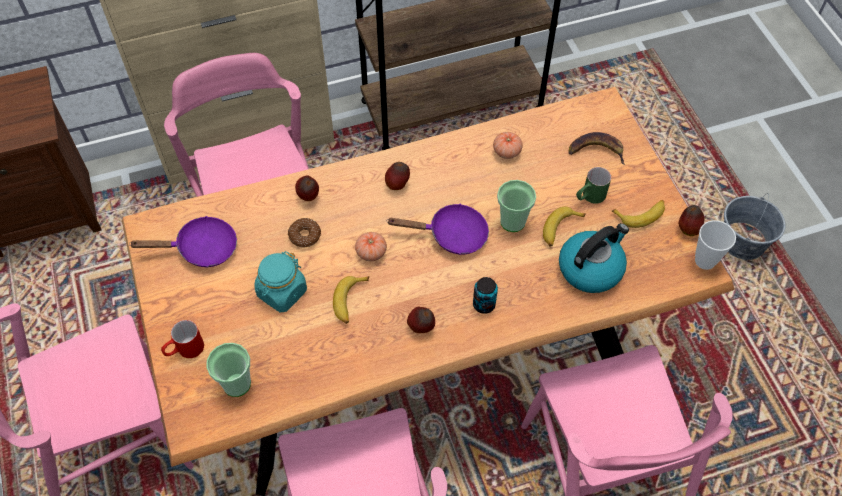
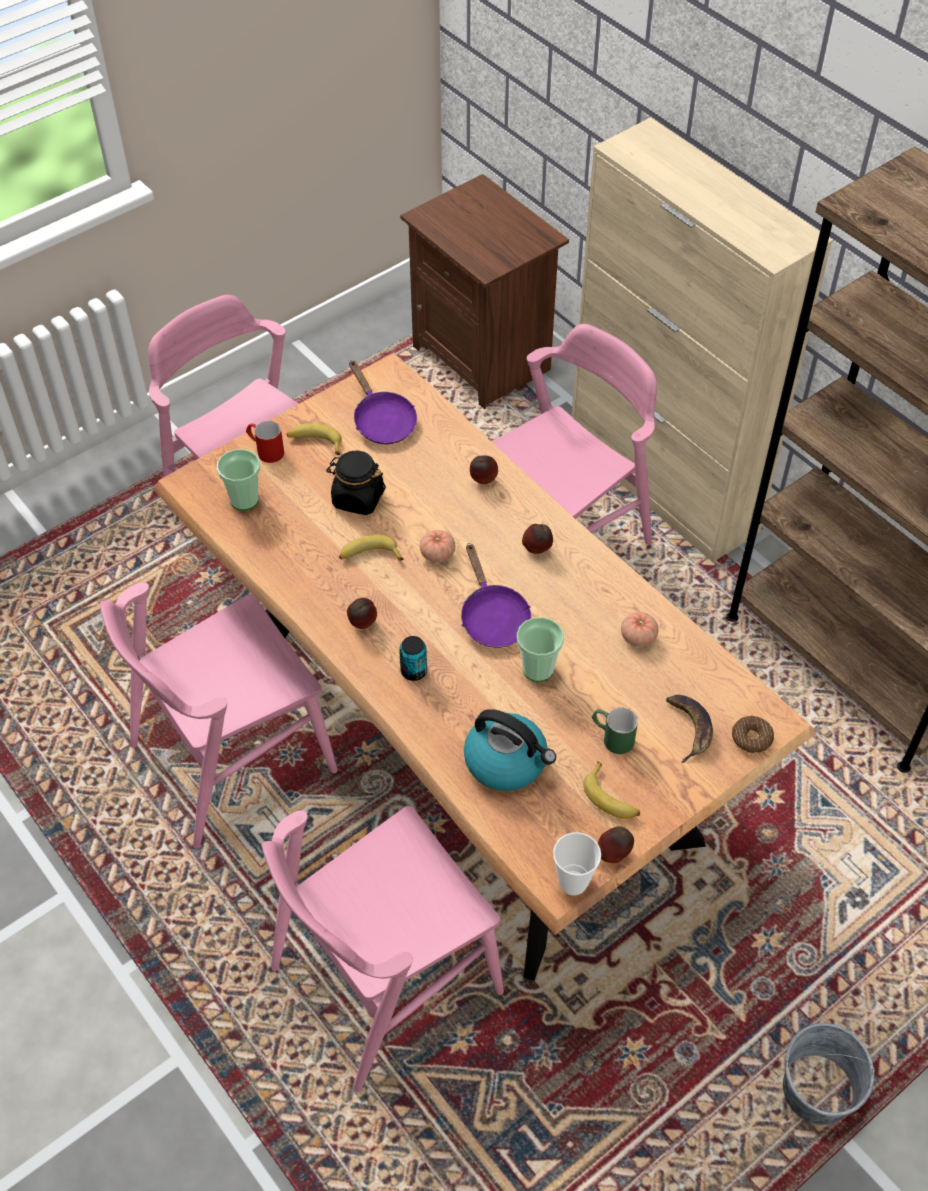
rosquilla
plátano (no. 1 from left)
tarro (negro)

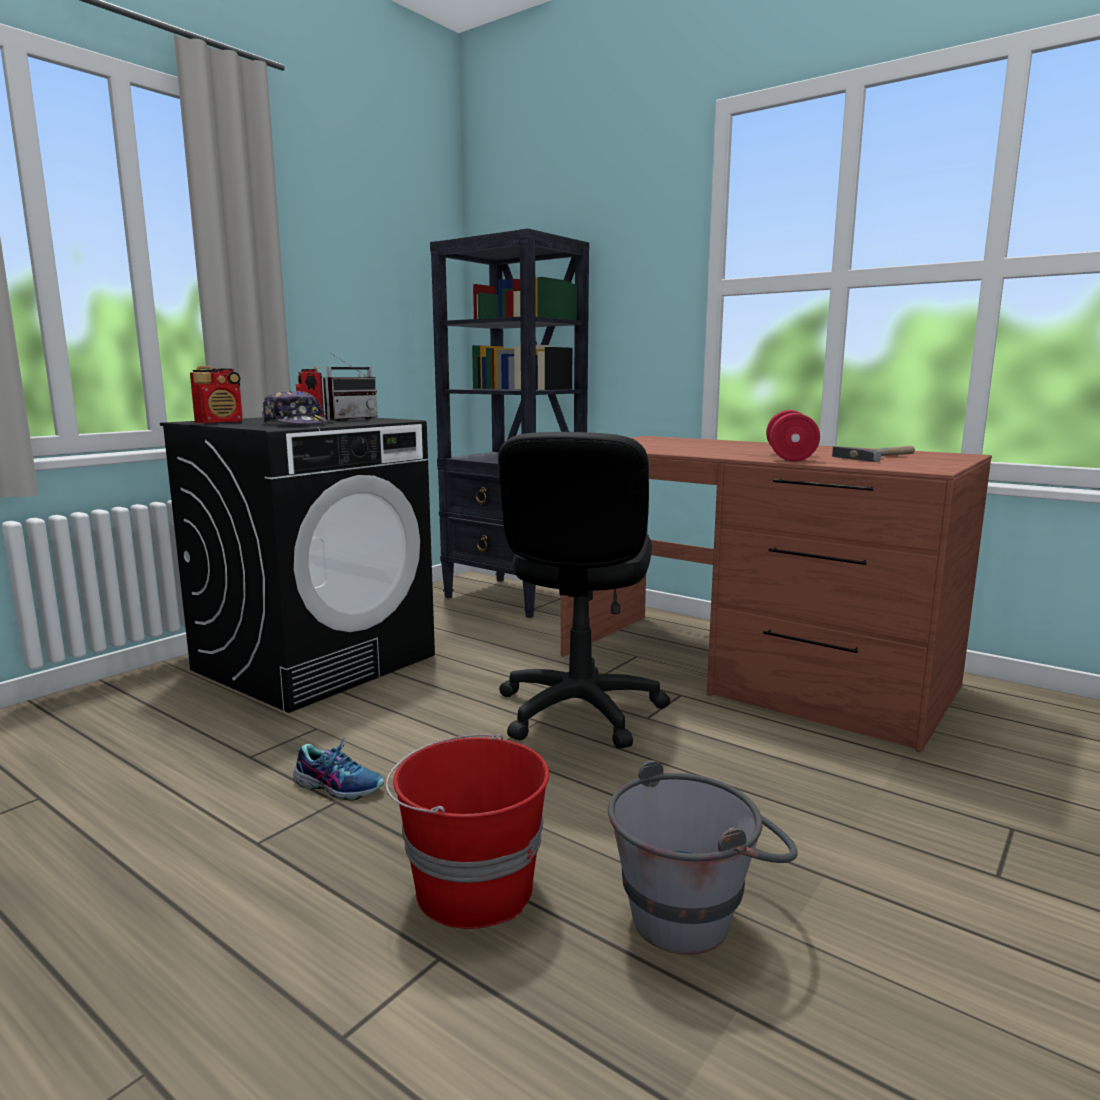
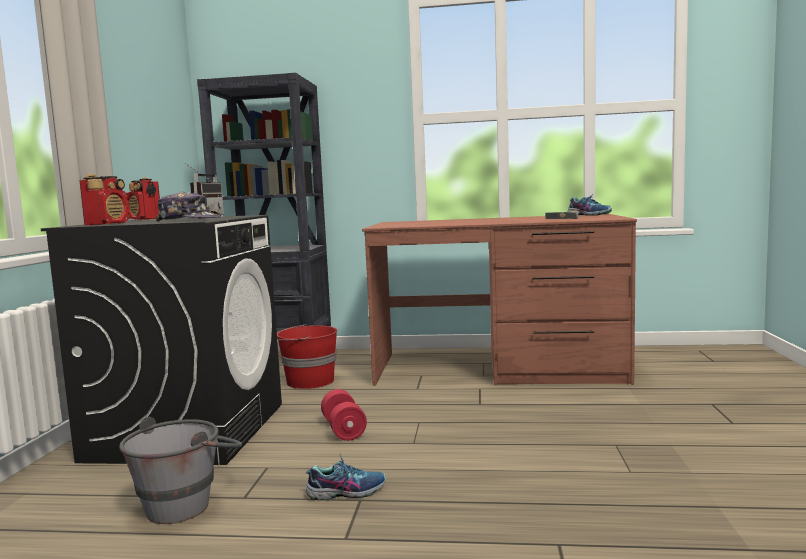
silla de oficina (negro)
zapato (no. 2 from left)
cubo (rojo)
cubo (gris)
mancuerna (rojo)

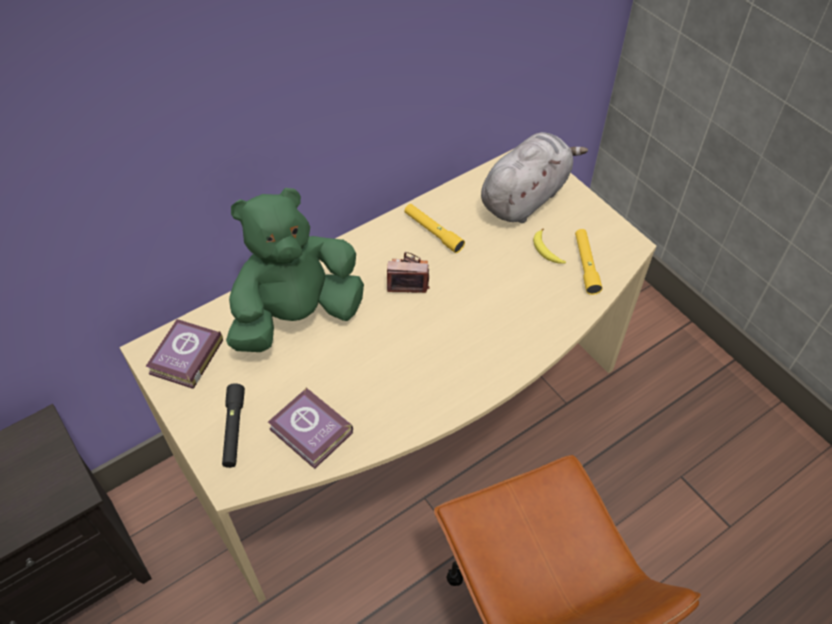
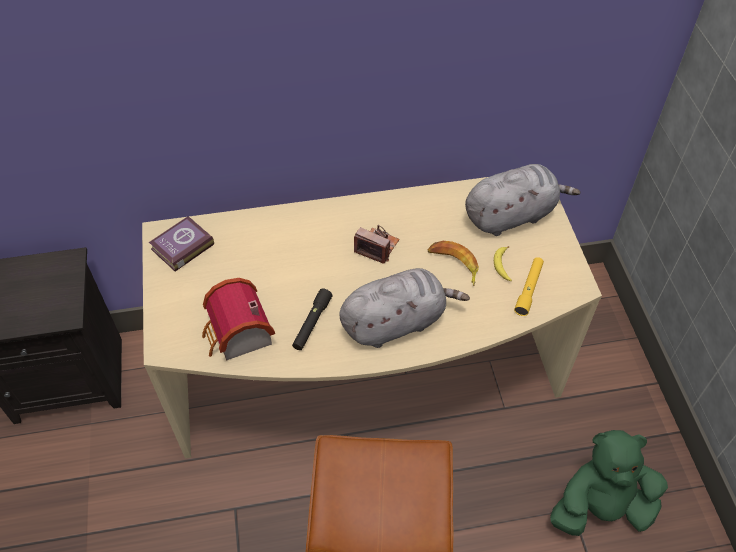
linterna (amarillo) (no. 1 from left in the first image)
peluche (gris) (no. 1 from left)
plátano (no. 1 from left)
linterna (negro)
peluche (verde)
casita

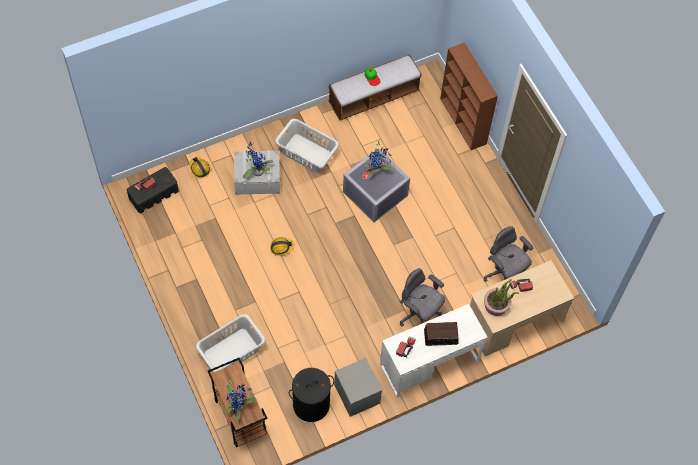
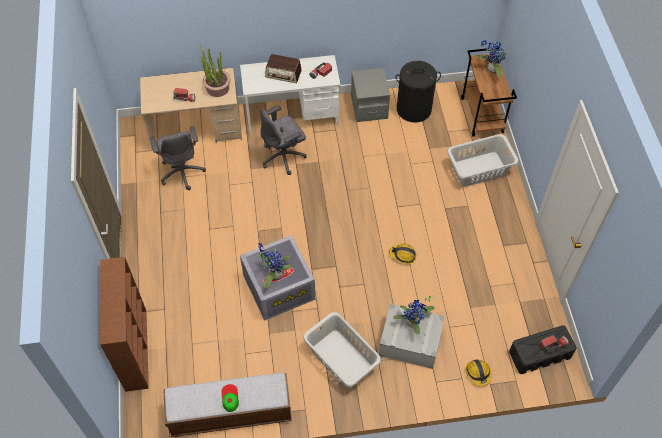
silla de oficina (gris) (no. 2 from left)

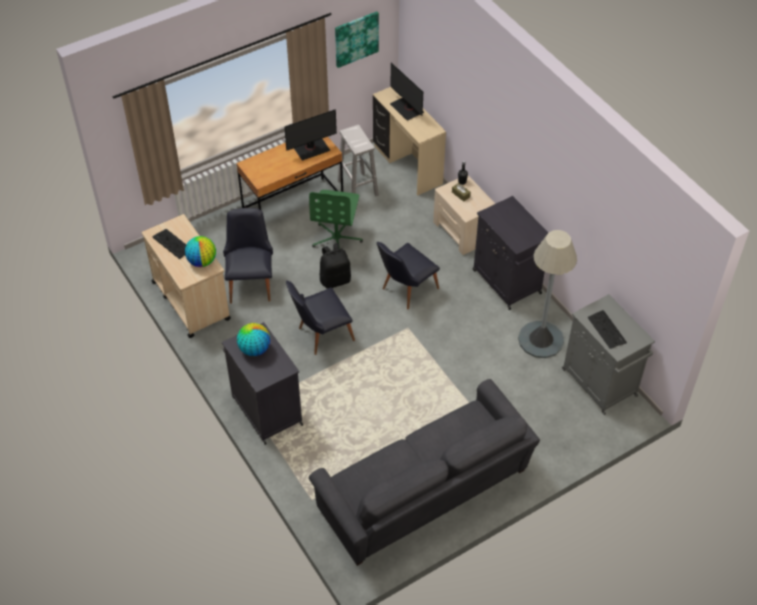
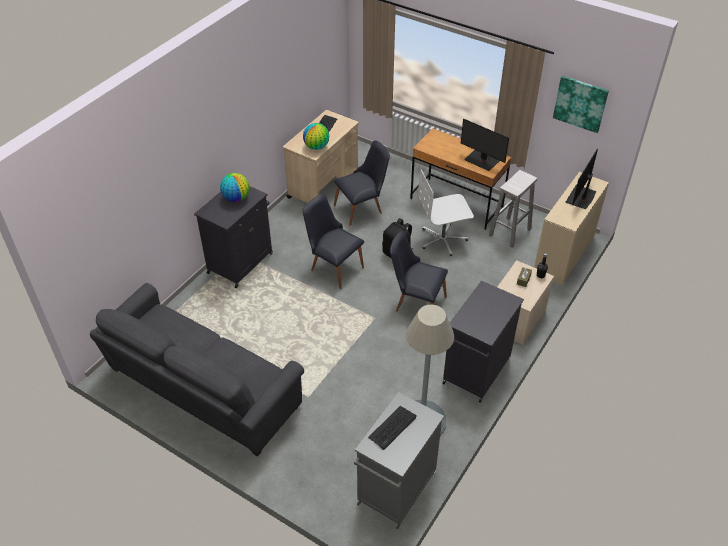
silla de oficina (blanco)

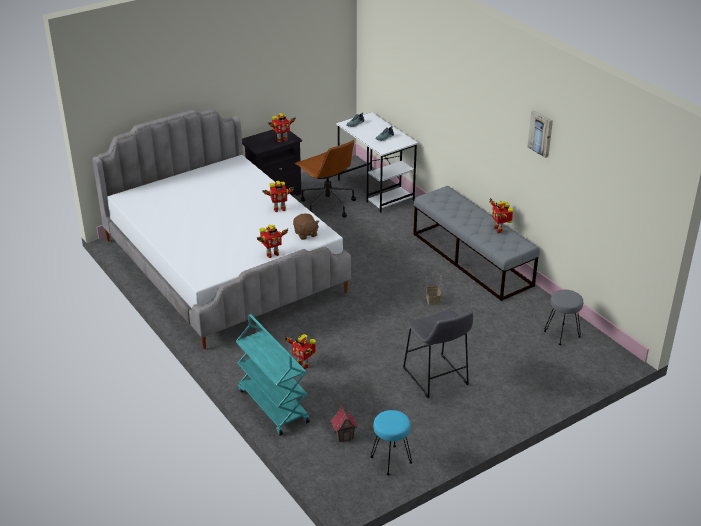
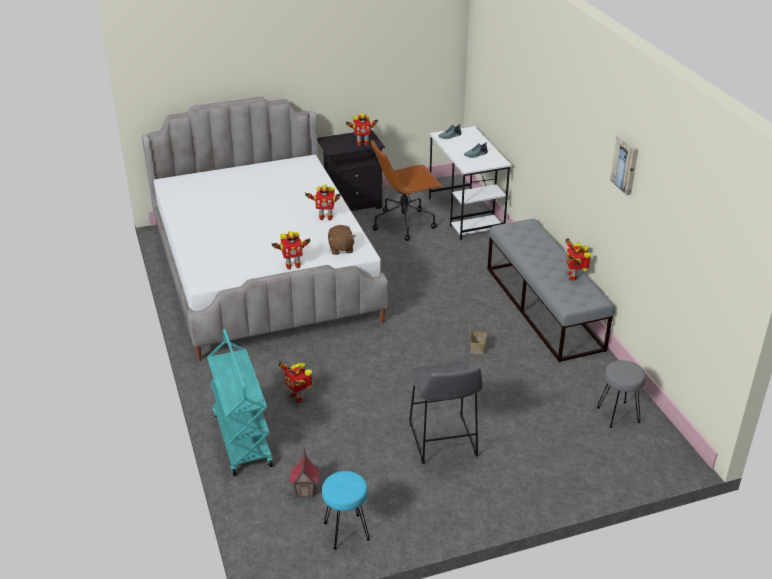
silla de oficina (marrón)

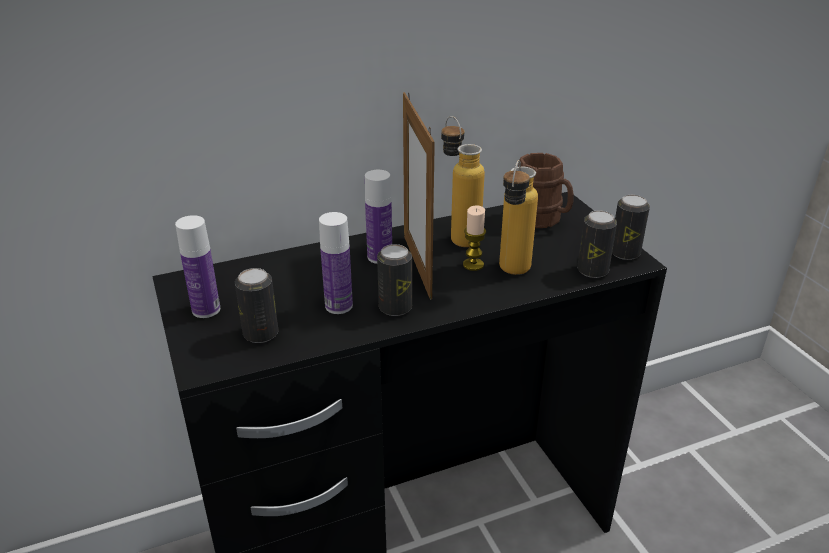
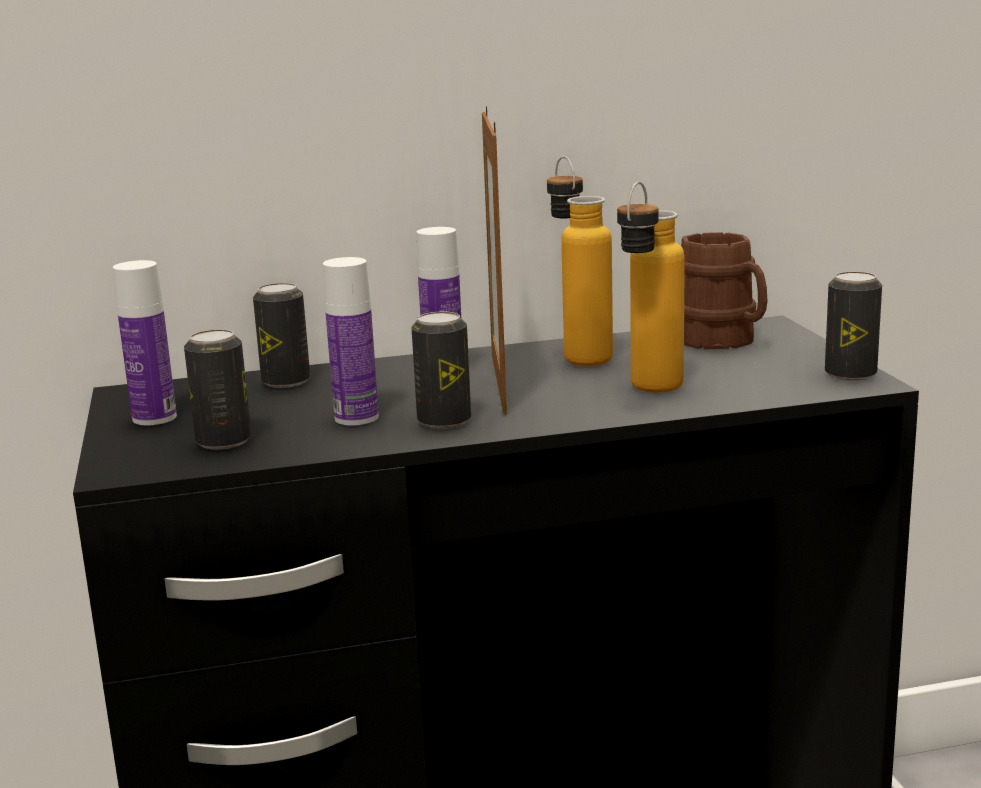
vela
lata (no. 2 from left)

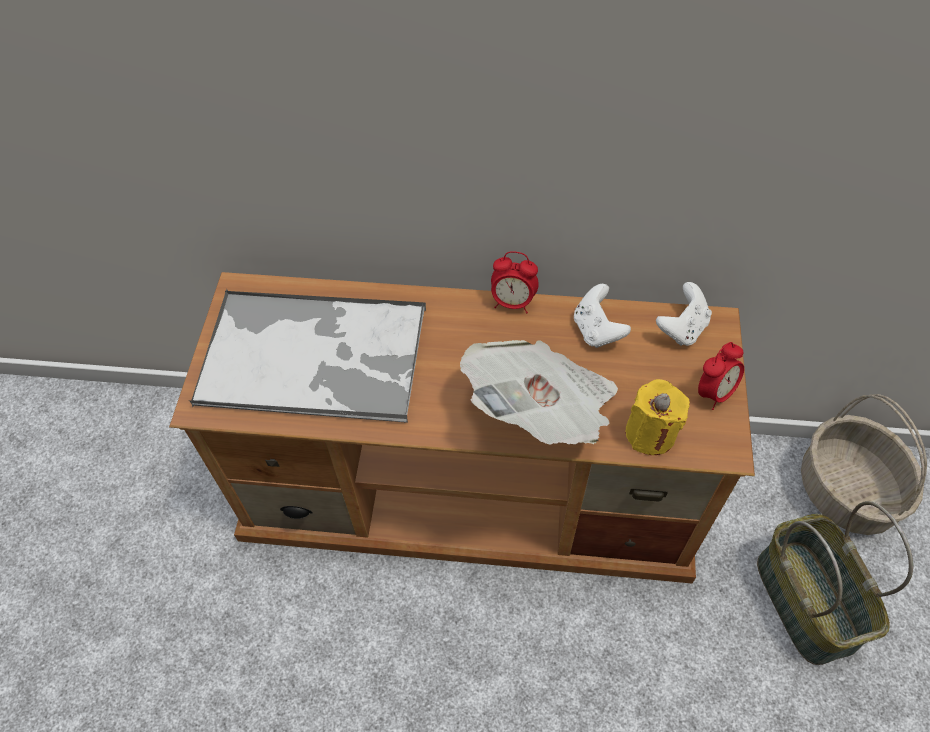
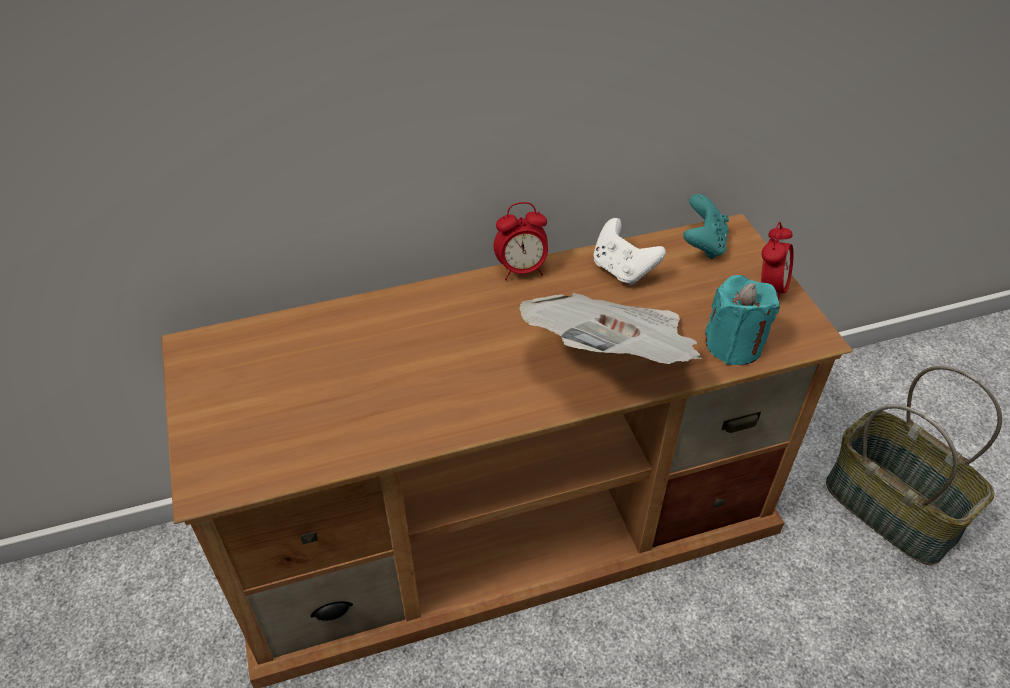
bandeja
cesta (no. 2 from left in the first image)
vela (turquesa)
mando de consola (turquesa)

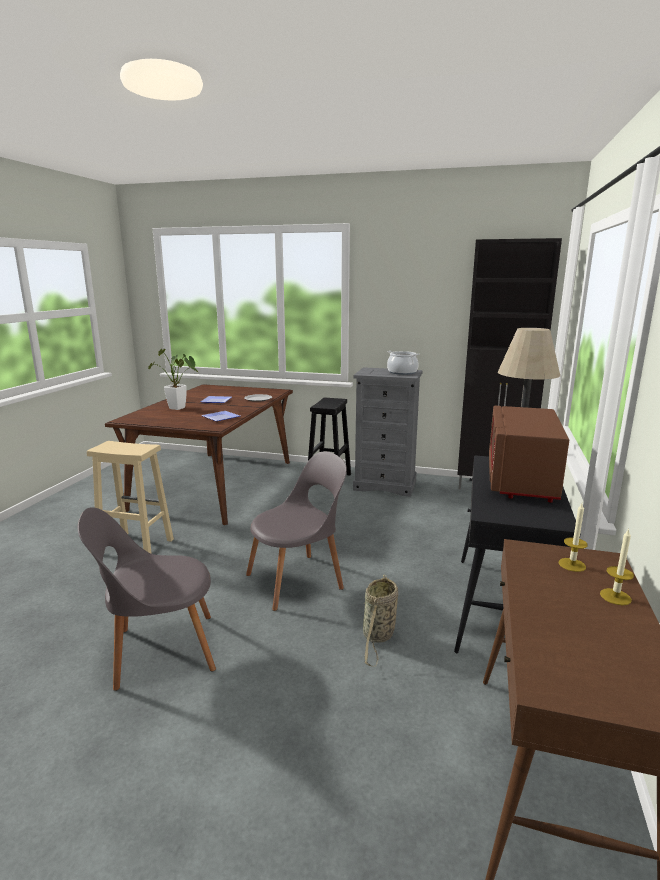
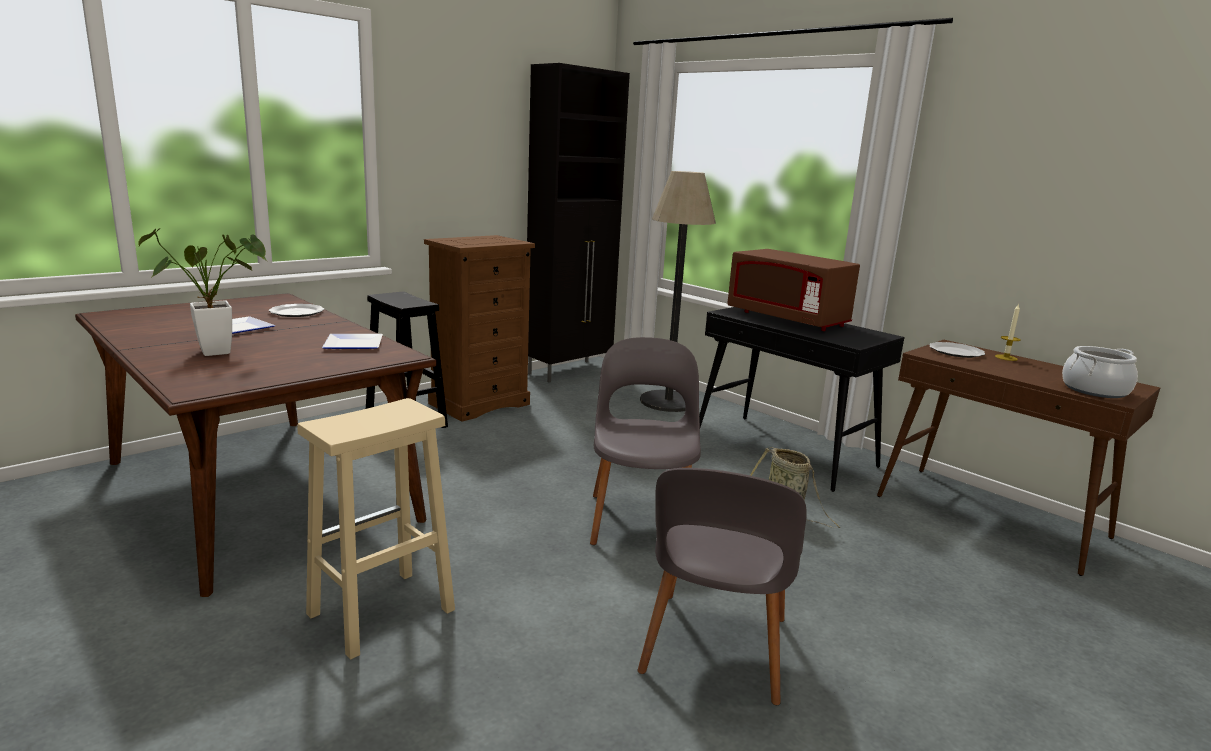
olla
plato (no. 4 from left)
cómoda (marrón)

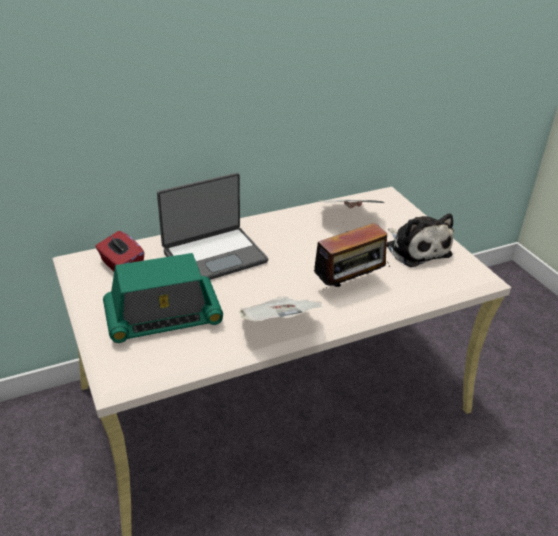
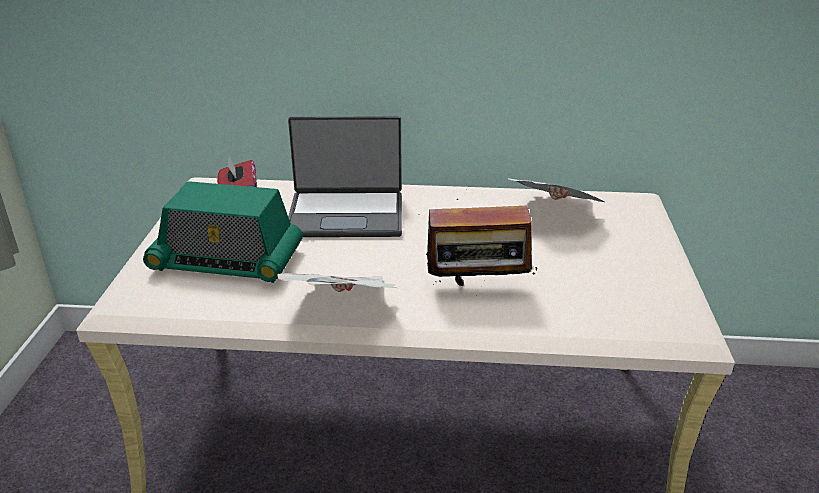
peluche

